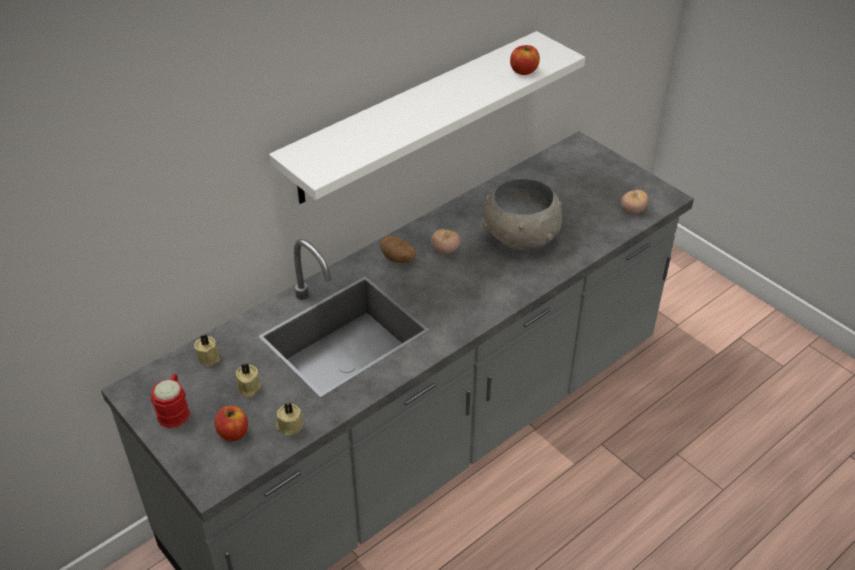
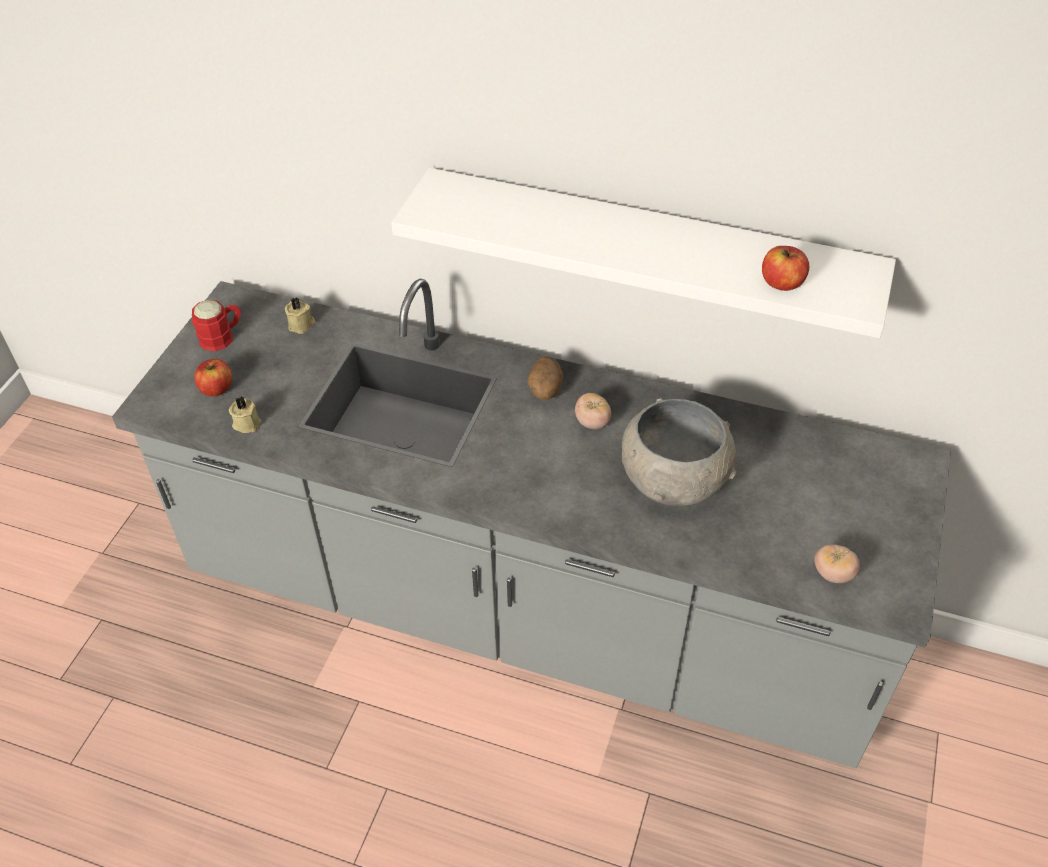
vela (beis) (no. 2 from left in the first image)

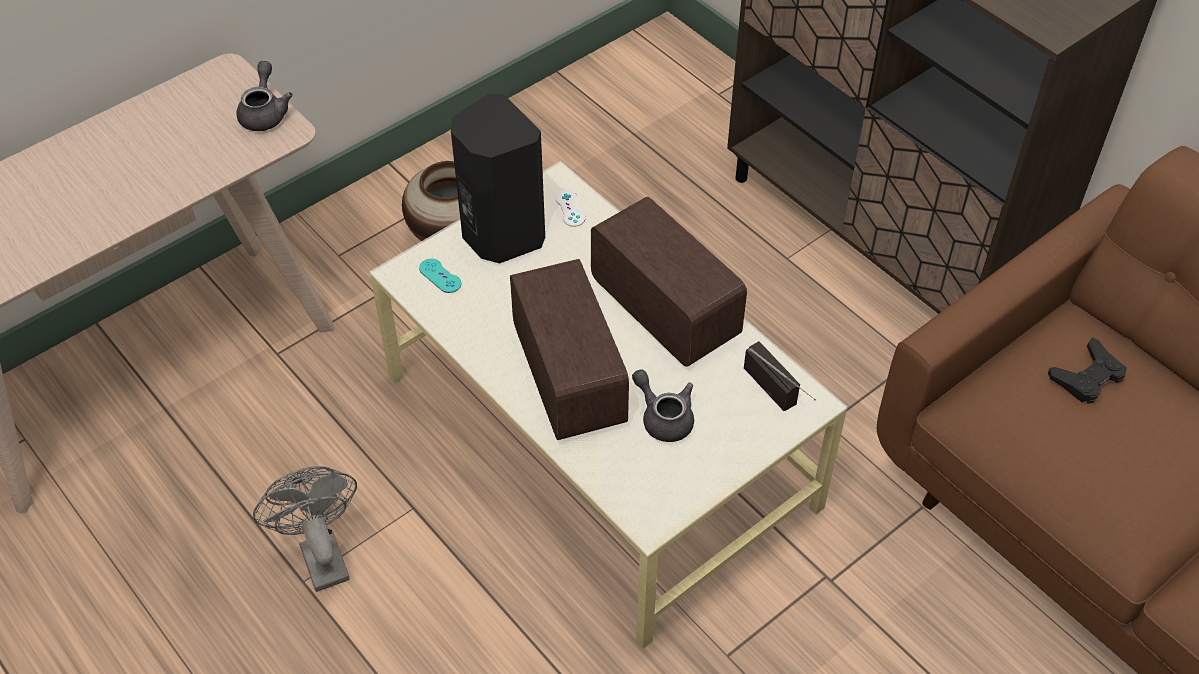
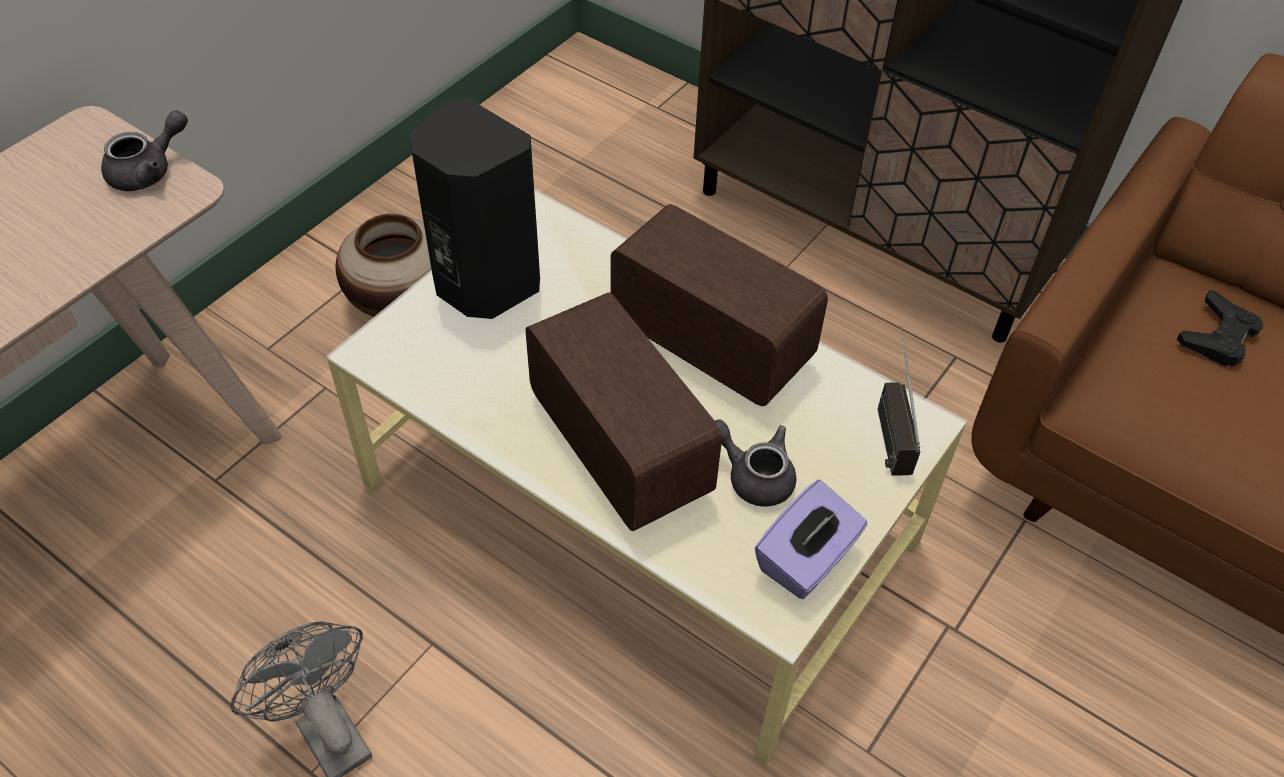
mando de consola (turquesa)
mando de consola (blanco)
caja de pañuelos (morado)
tetera (gris) (no. 1 from left)
radio (no. 3 from left)

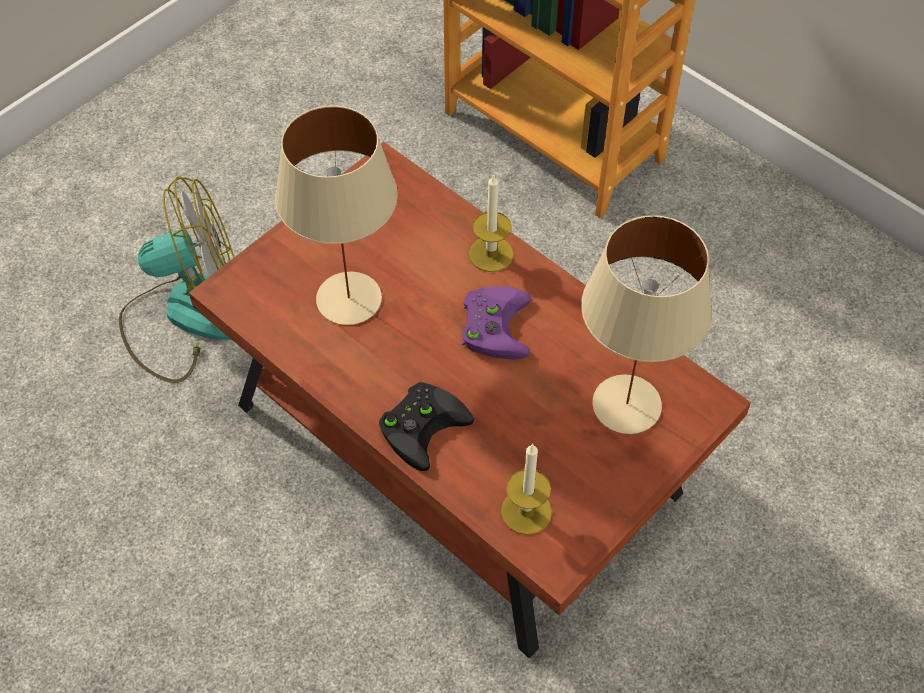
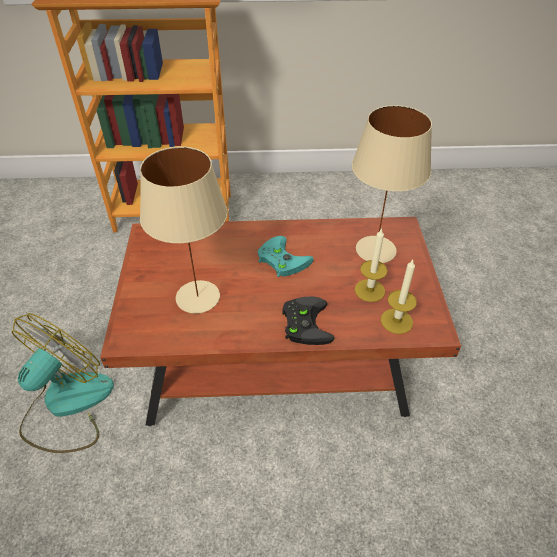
vela (no. 1 from left)
mando de consola (turquesa)

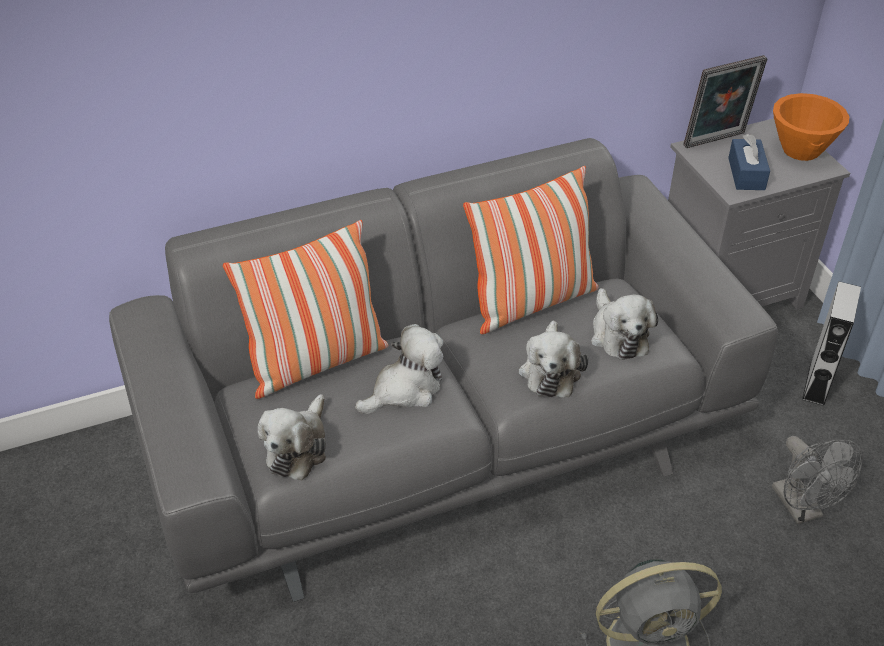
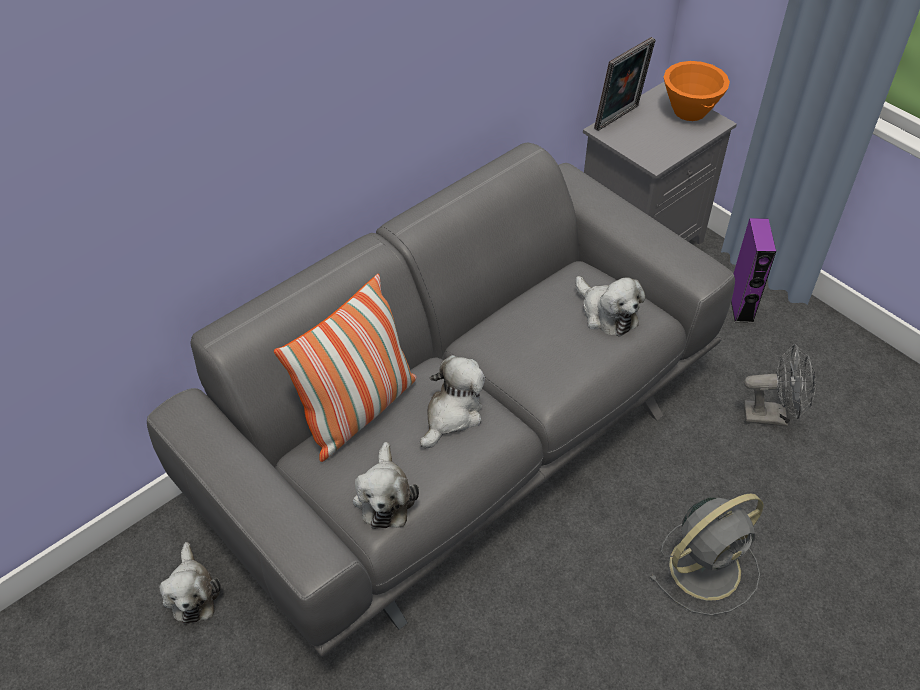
cojín (no. 2 from left in the first image)
caja de pañuelos (azul)
peluche (no. 1 from left)
altavoz (morado)
ventilador (gris) (no. 2 from left)

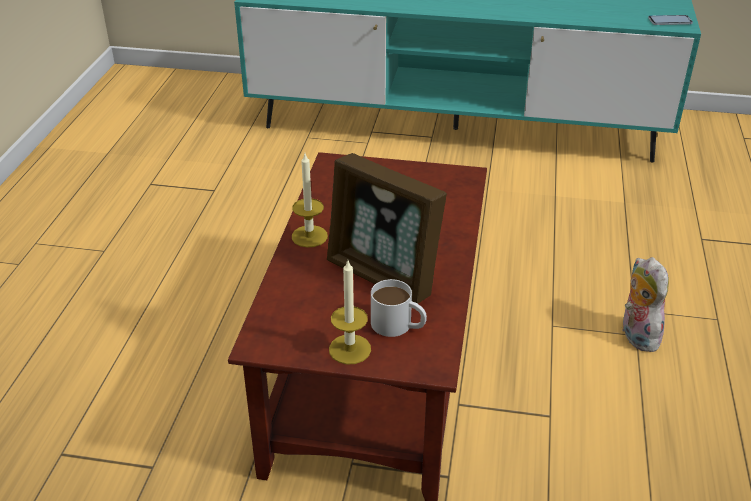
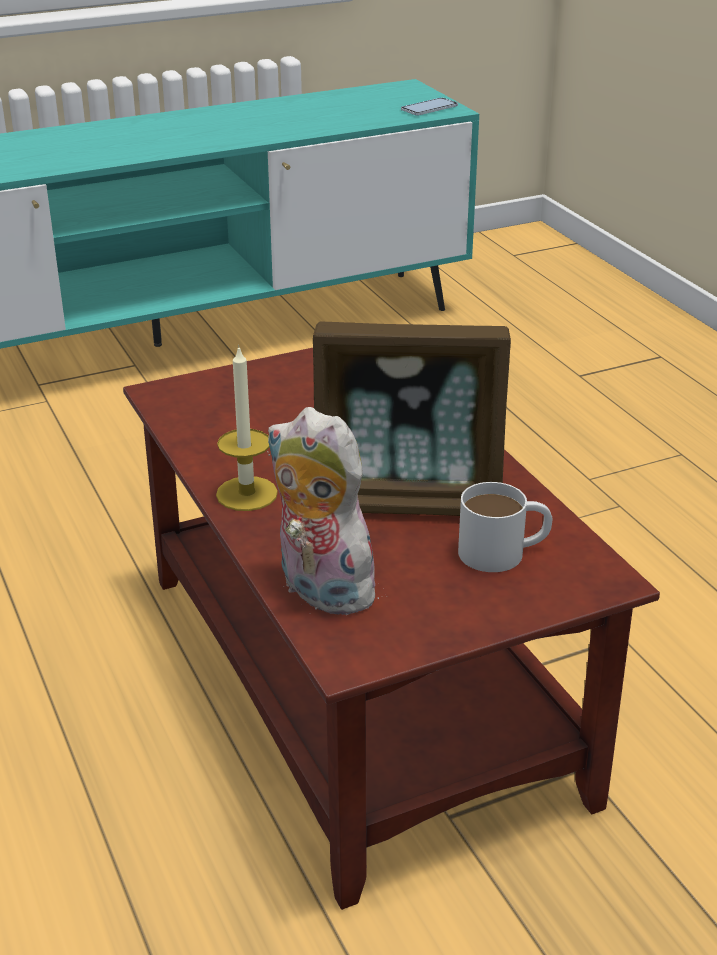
vela (no. 2 from left in the first image)
peluche

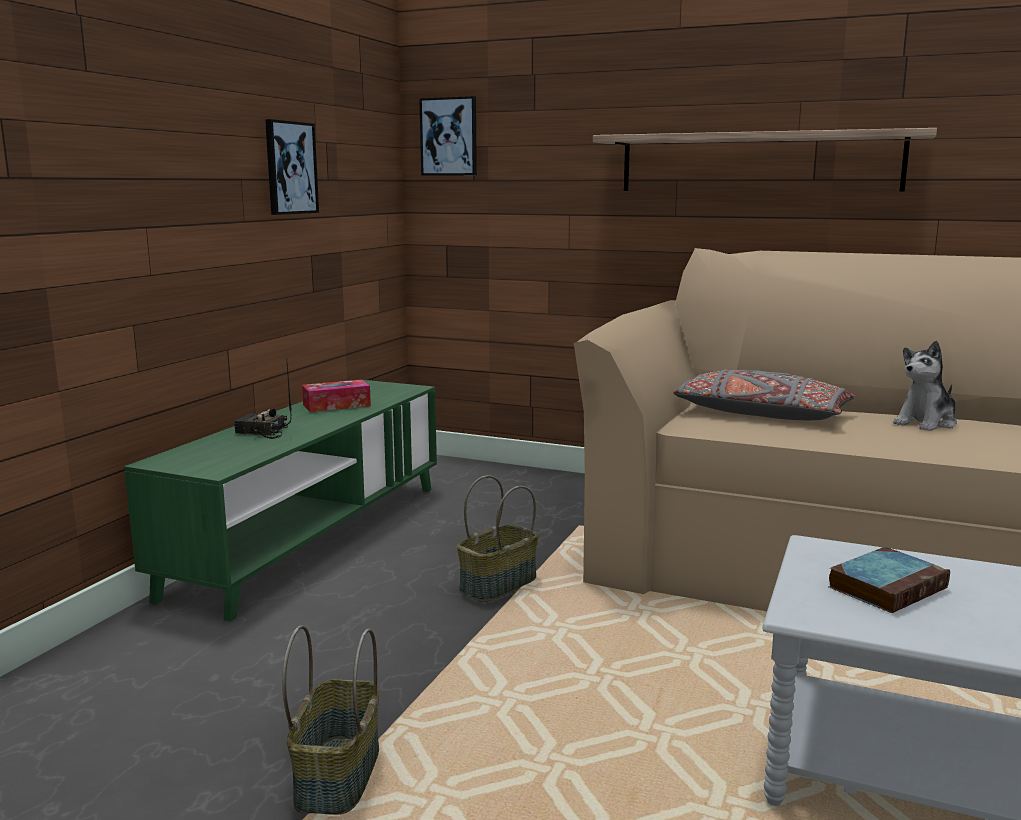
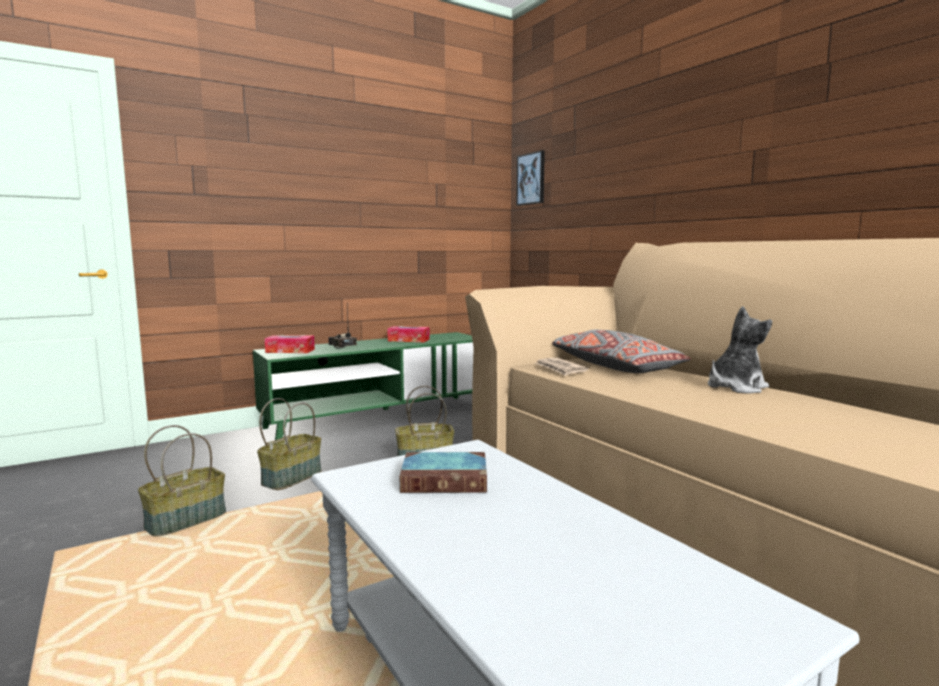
cuadro (no. 1 from left in the first image)
estante
cesta (no. 2 from left)
caja de pañuelos (no. 1 from left)
periódico
peluche

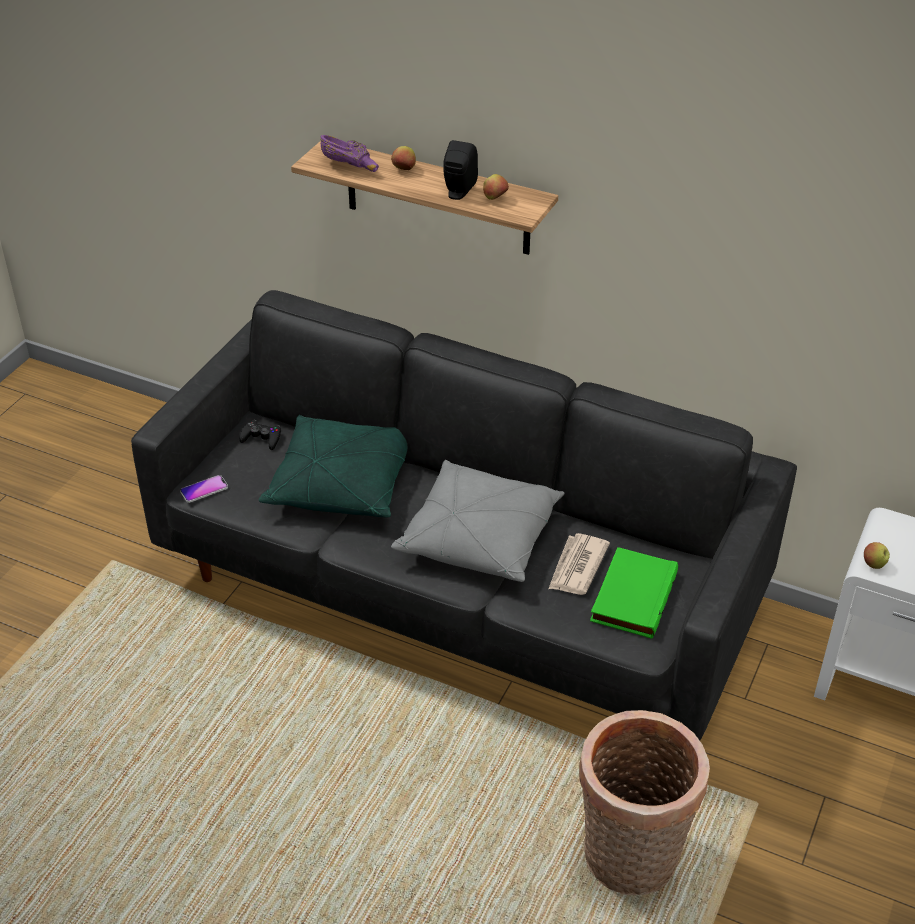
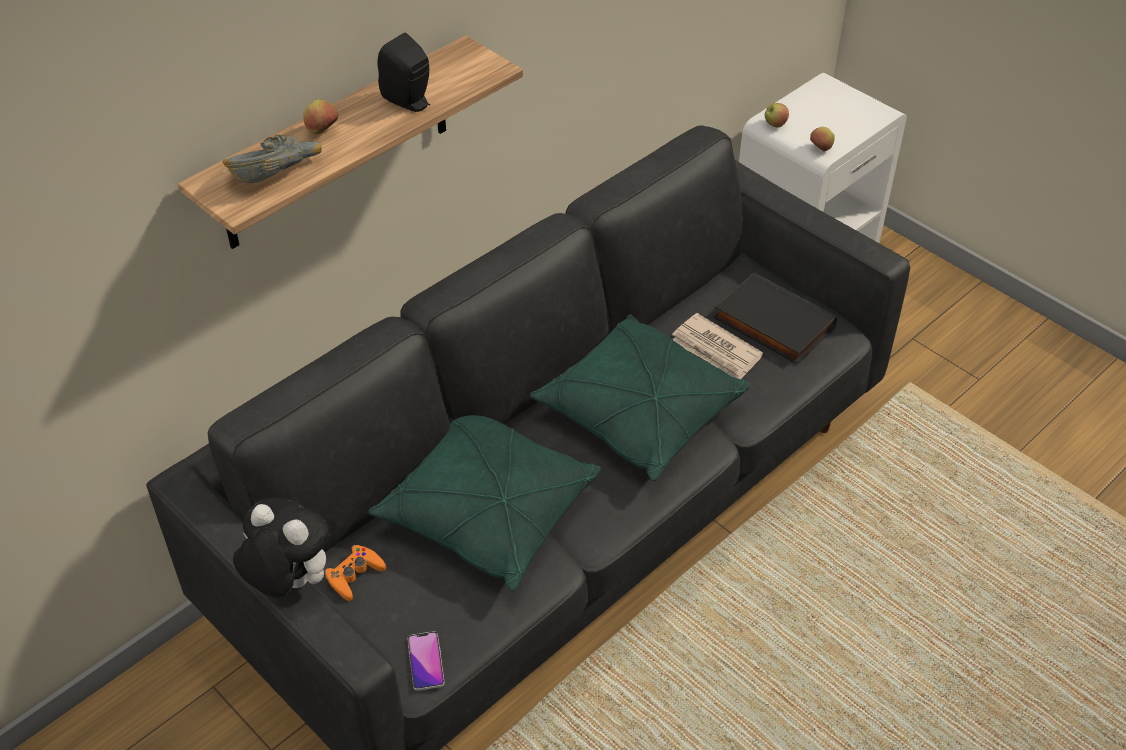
cesta
peluche
manzana (no. 2 from left)
mando de consola (naranja)
cuenco (gris)
cojín (verde) (no. 2 from left)
libro (negro)

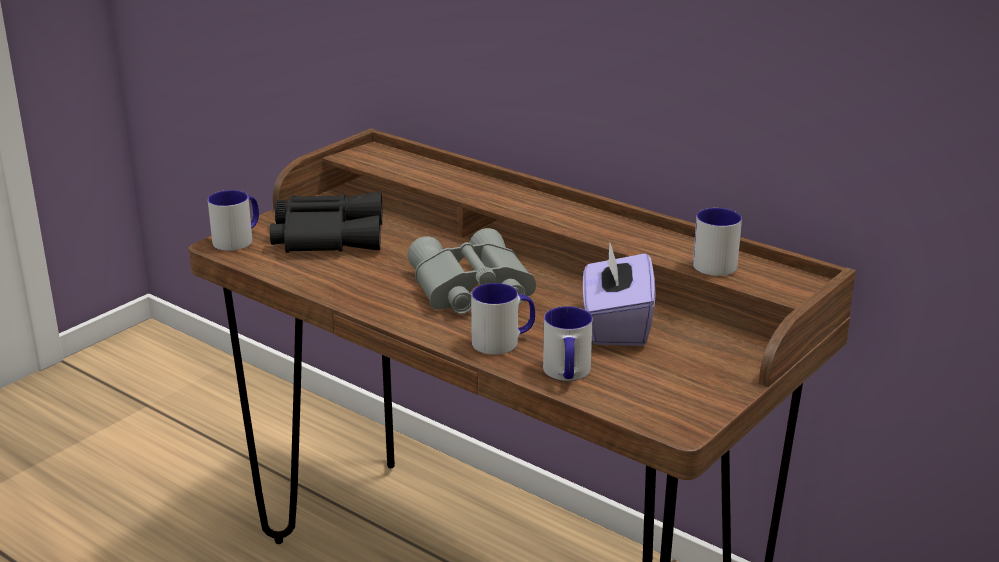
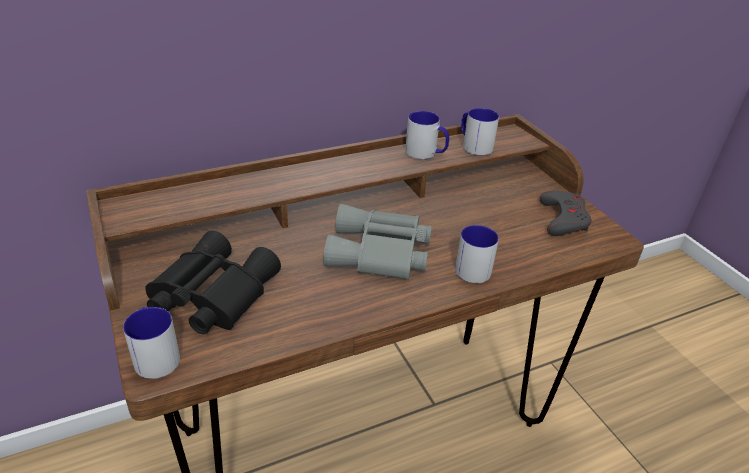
caja de pañuelos (morado)
mando de consola (gris)
taza grande (no. 2 from left)

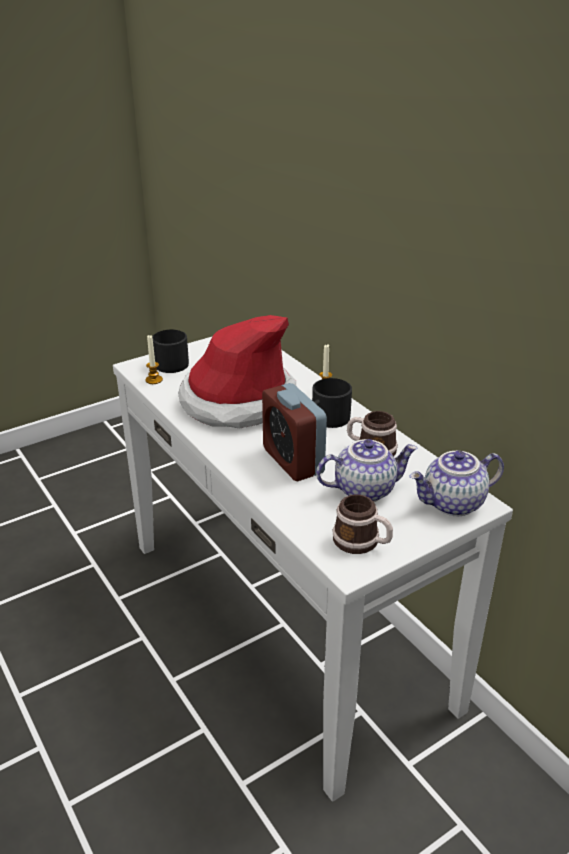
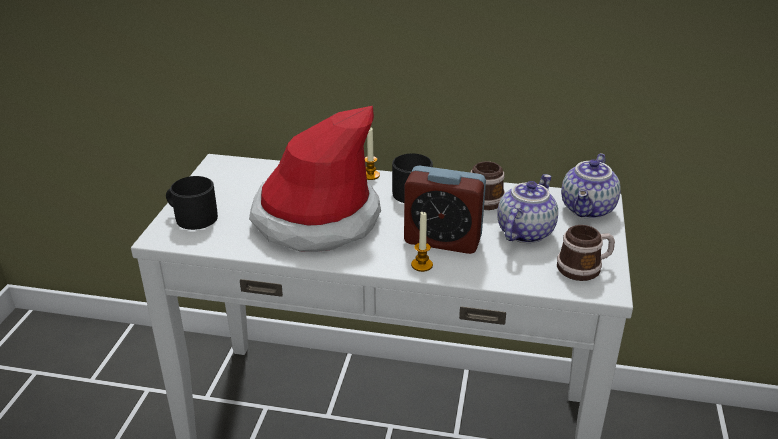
vela (no. 2 from left)

